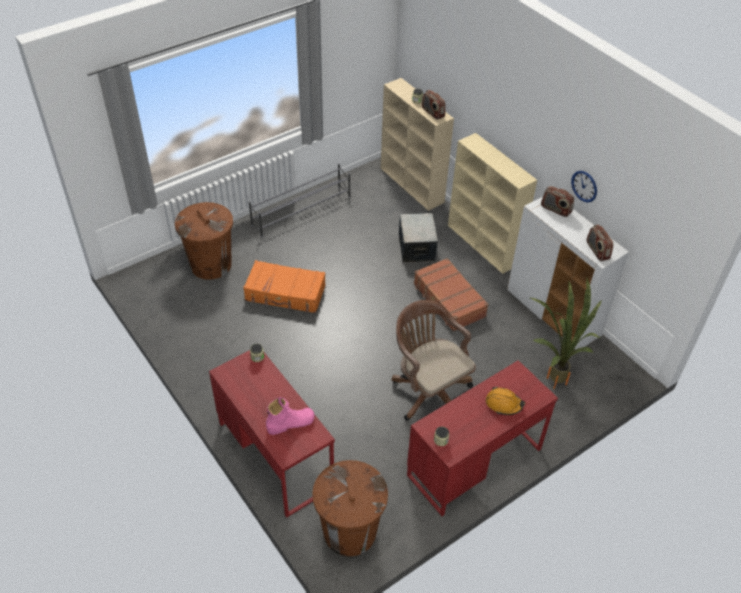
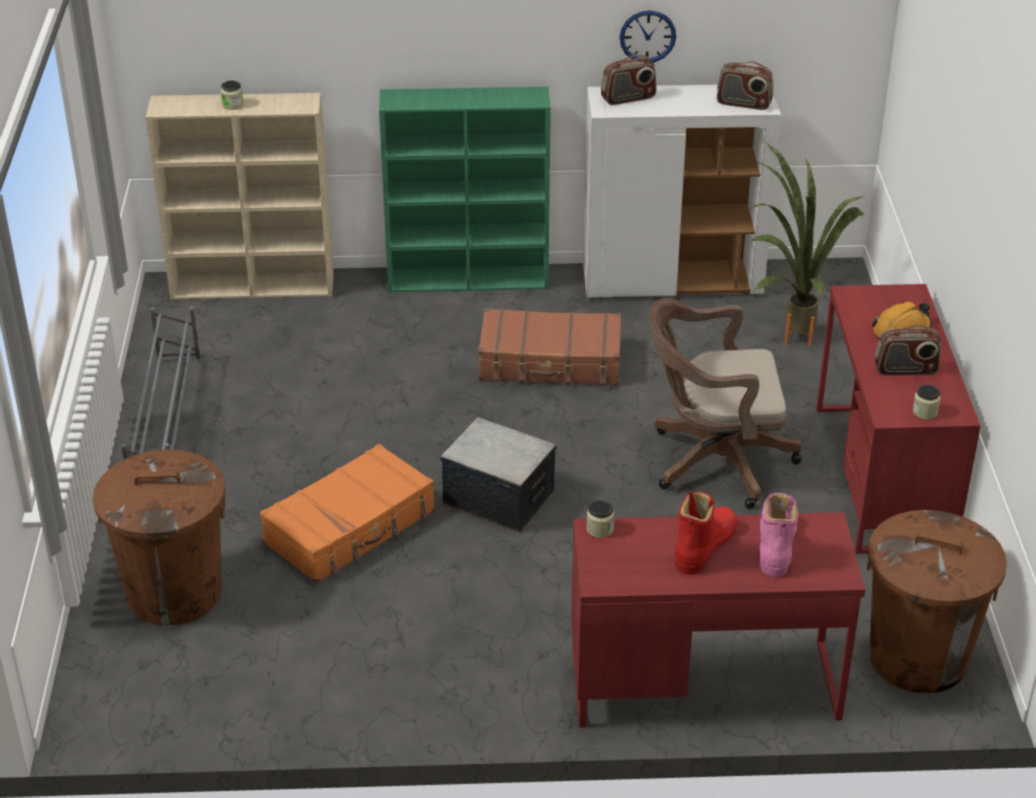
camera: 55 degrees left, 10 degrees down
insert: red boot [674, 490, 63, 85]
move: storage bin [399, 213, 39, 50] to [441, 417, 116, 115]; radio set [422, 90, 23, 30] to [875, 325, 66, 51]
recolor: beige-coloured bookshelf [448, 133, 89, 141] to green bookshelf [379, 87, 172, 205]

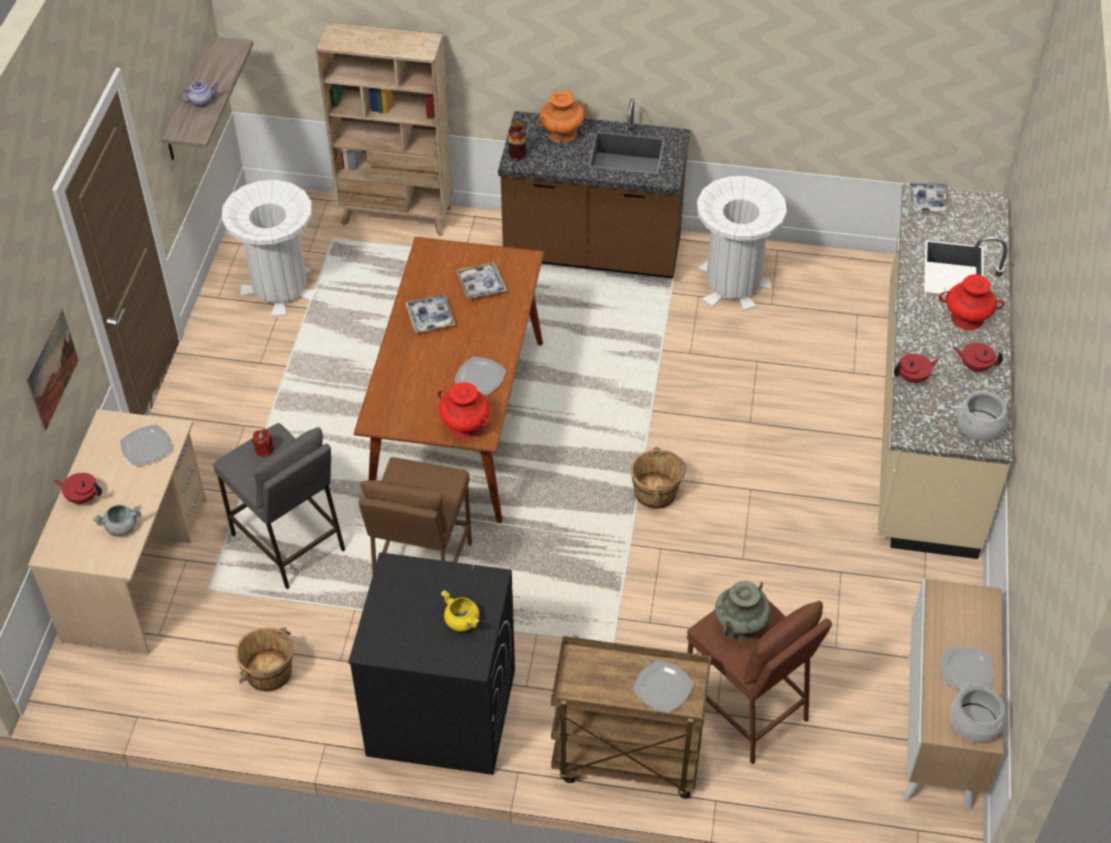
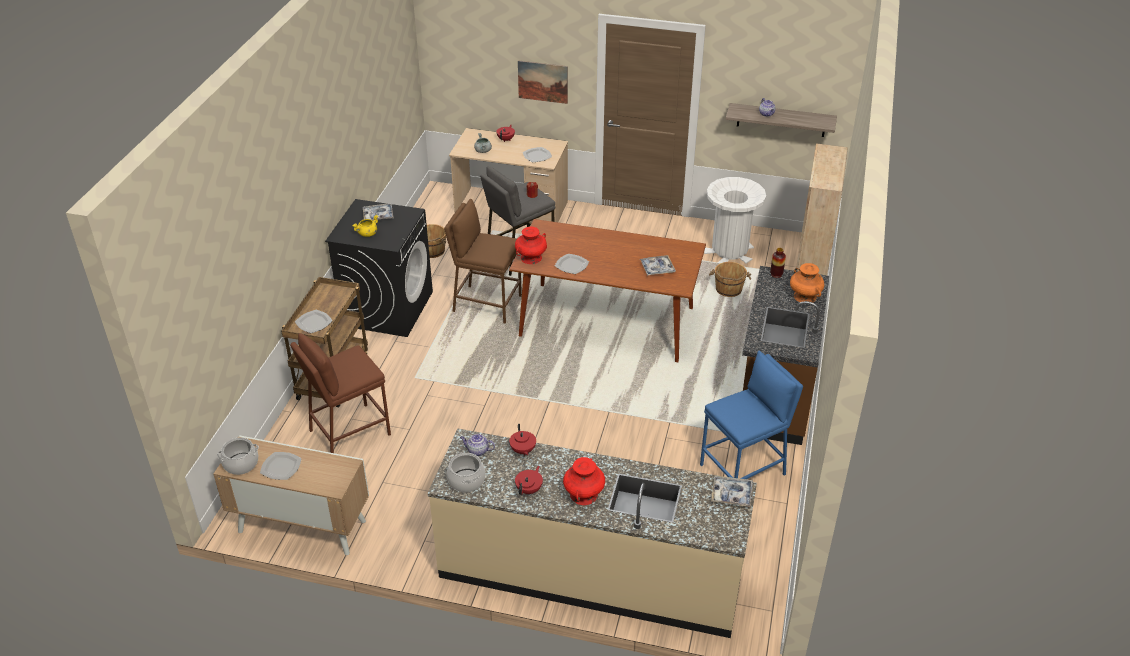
camera: 95 degrees right, 10 degrees down
delete: turquoise-coloured vase [715, 581, 56, 59]
insert: tea pot [460, 434, 35, 22]
move: tray [405, 294, 51, 39] to [363, 203, 30, 17]; brown-coloured pail [631, 447, 55, 62] to [709, 262, 42, 35]
replace: whitish rubbish bin [697, 176, 90, 135] to bluish stool [700, 351, 103, 128]

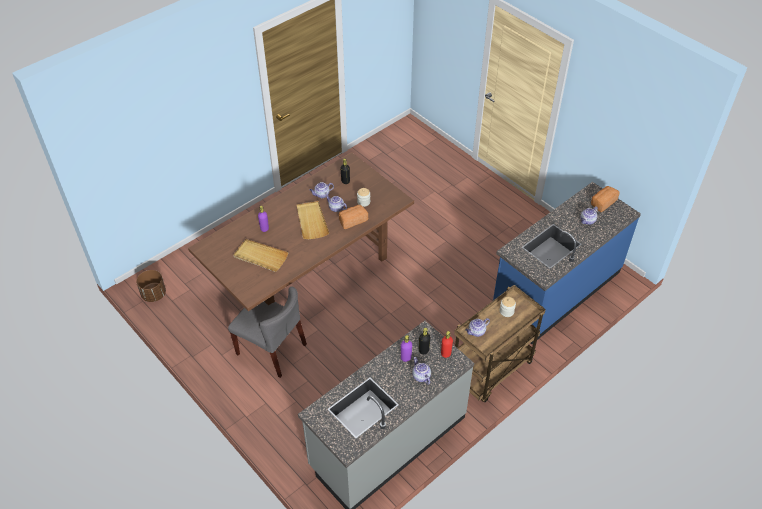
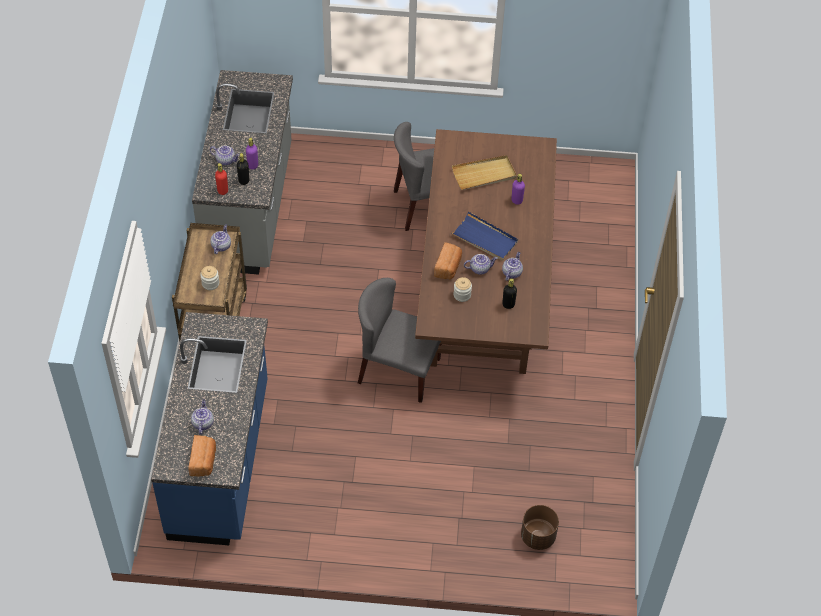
camera: 135 degrees right, 5 degrees up
insert: greyish upright chair [358, 278, 84, 125]
move: brown-coloured flower pot [136, 270, 30, 32] to [521, 505, 38, 45]
recolor: beige-coloured tray [296, 201, 33, 38] to bluish tray [451, 211, 67, 50]

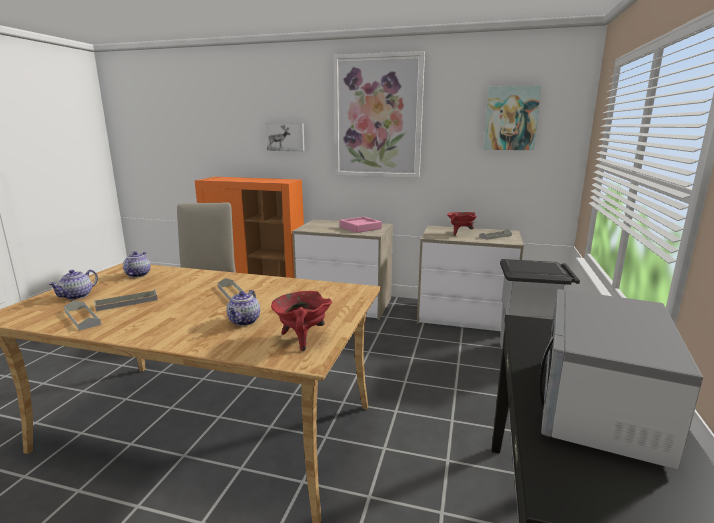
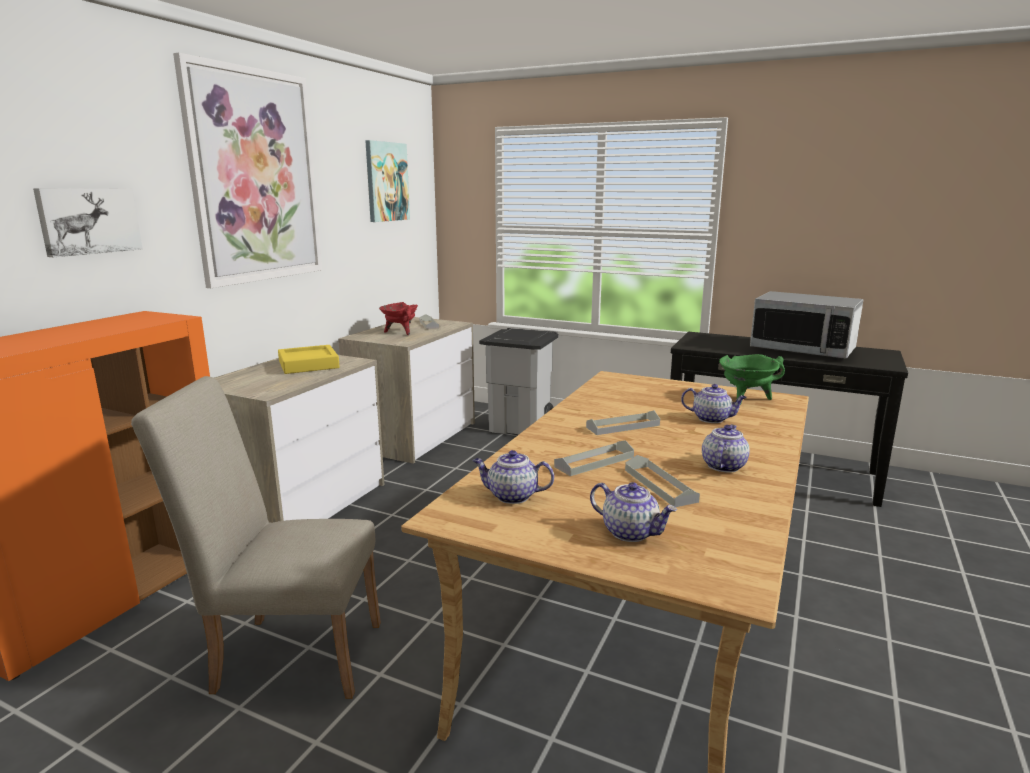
camera: 80 degrees left, 0 degrees up
insert: tea pot [702, 424, 48, 49]
move: greyish tray [64, 300, 37, 31] to [554, 440, 80, 36]
recolor: red stockpot [271, 291, 61, 61] to green stockpot [719, 354, 66, 51]; pink-coloured tray [339, 217, 43, 16] to yellow-coloured tray [278, 345, 62, 29]

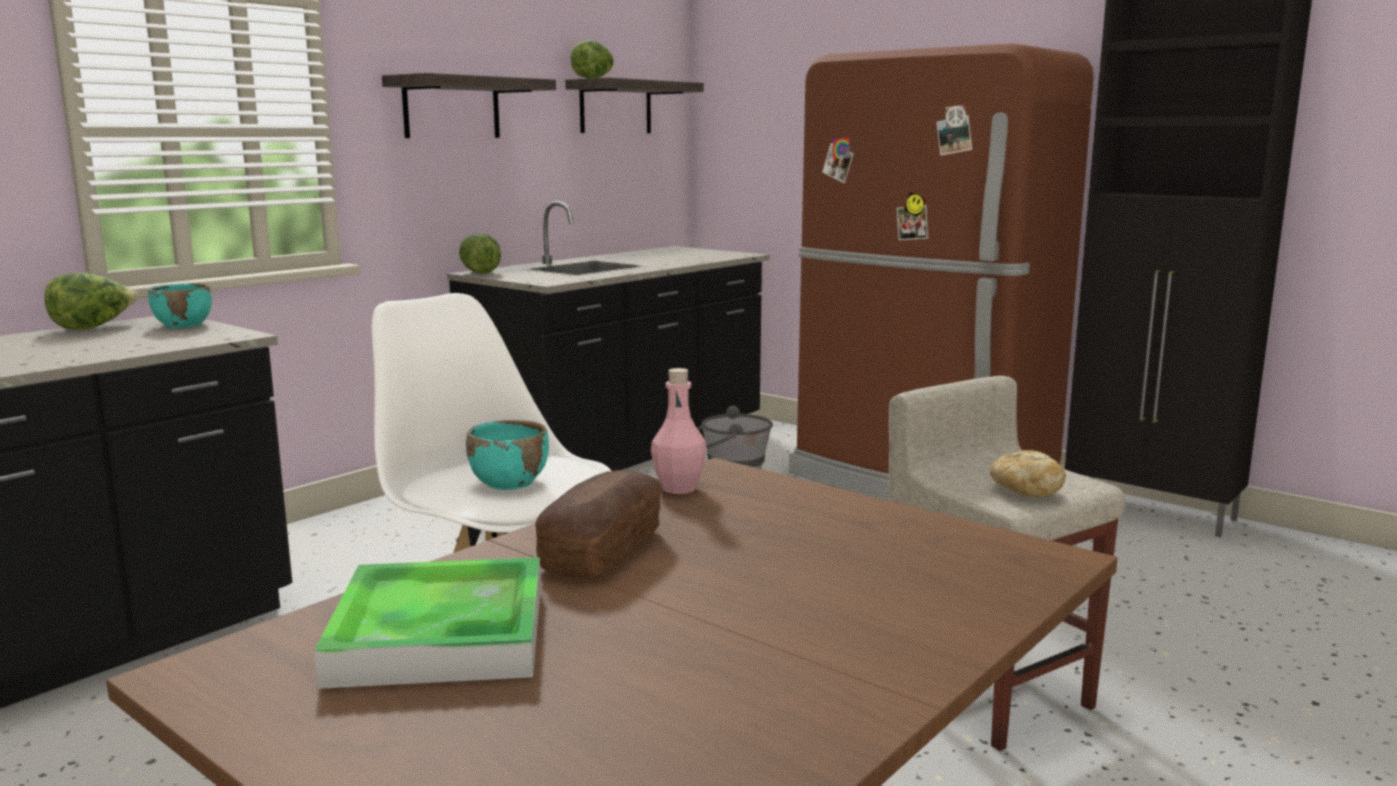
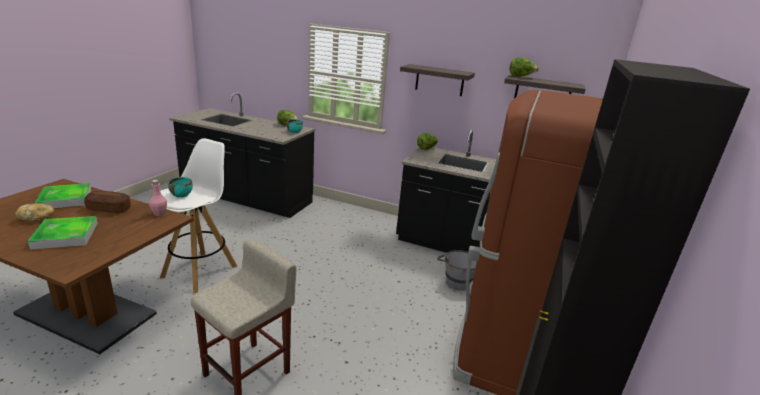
camera: 70 degrees right, 10 degrees up
insert: tray [28, 216, 70, 34]
move: bread [989, 450, 77, 47] to [16, 203, 38, 18]

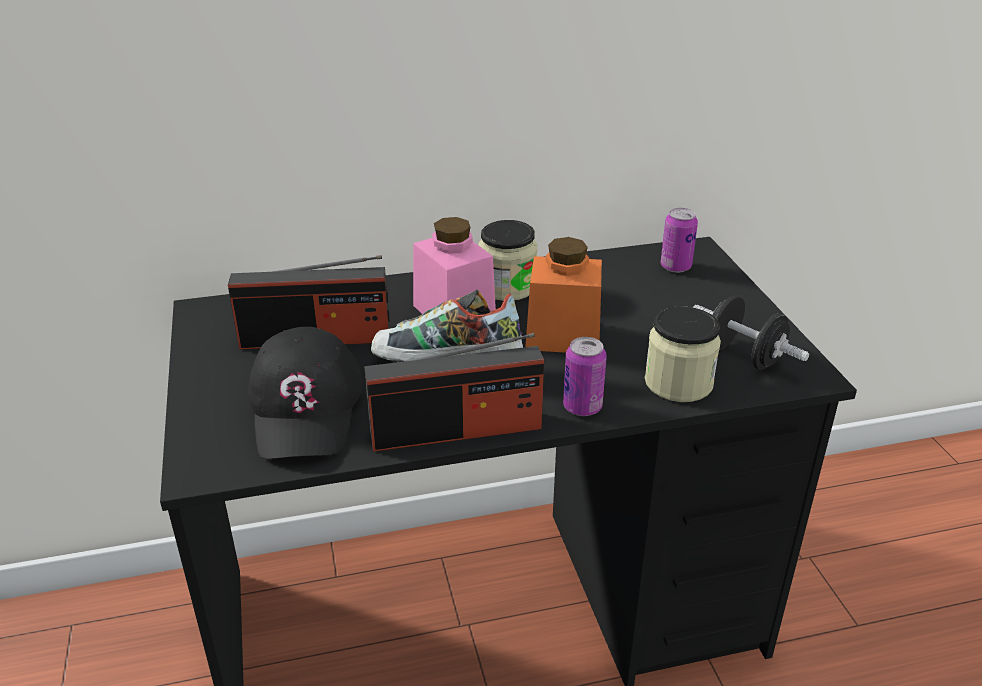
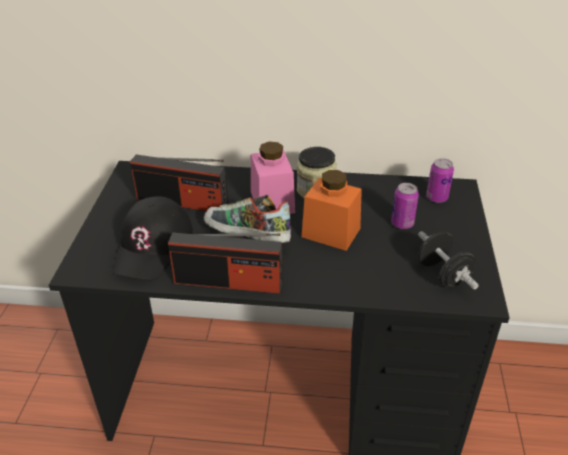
camera: 20 degrees right, 5 degrees up
delete: jar [645, 307, 76, 95]
move: can [563, 337, 44, 79] to [391, 183, 28, 46]

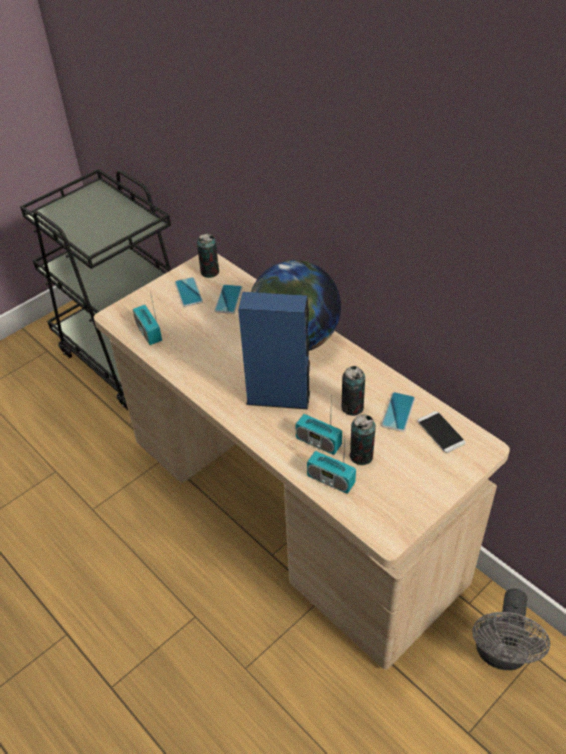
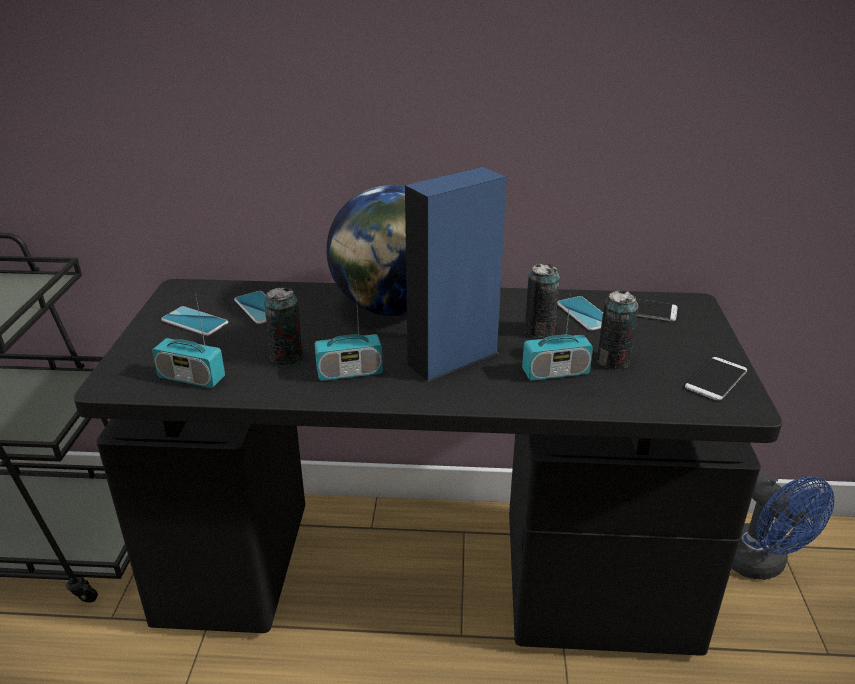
camera: 45 degrees left, 15 degrees down
insert: telephone [685, 357, 62, 44]
move: can [197, 234, 22, 44] to [264, 288, 39, 77]; radio set [307, 438, 49, 56] to [315, 289, 68, 92]
recolor: beige-coloured desk [94, 254, 416, 416] to black desk [74, 279, 708, 377]; greyish cooling fan [472, 589, 78, 81] to bluish cooling fan [731, 471, 103, 109]

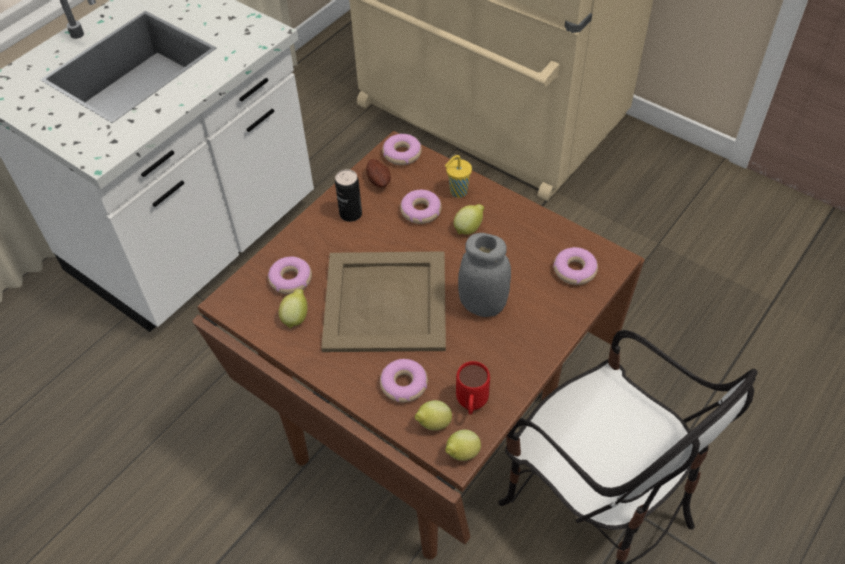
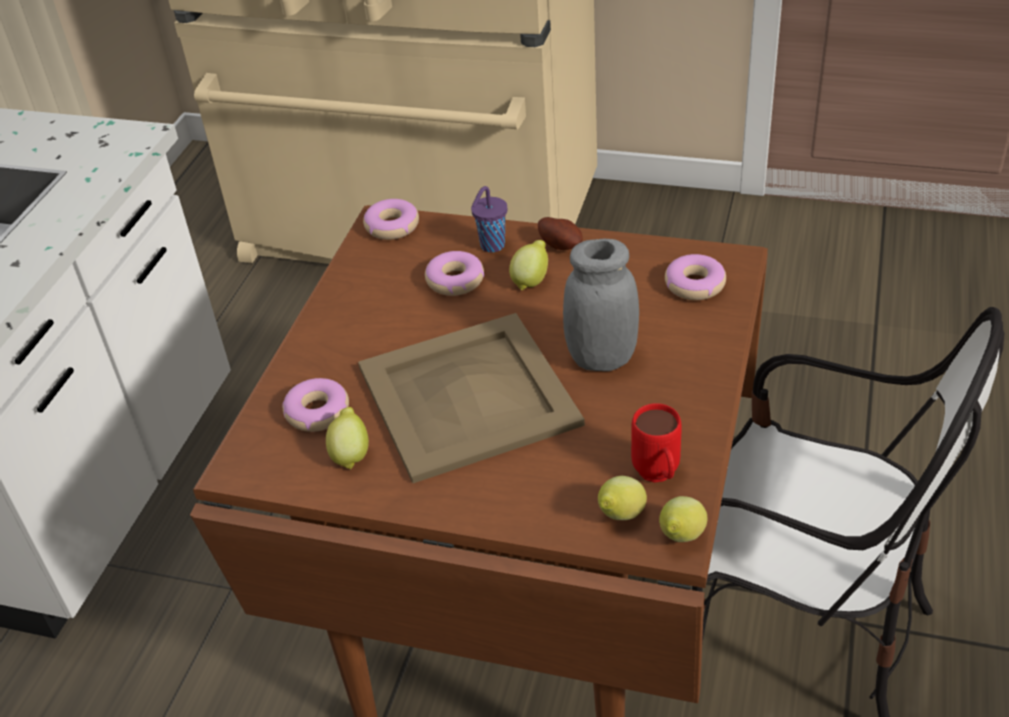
camera: 20 degrees left, 10 degrees down
delete: can [335, 169, 27, 53]; ring doughnut [380, 359, 48, 44]
move: potato [366, 159, 25, 29] to [538, 217, 45, 33]
recolor: yellow-coloured small cup [445, 155, 27, 43] to purple small cup [471, 186, 36, 66]

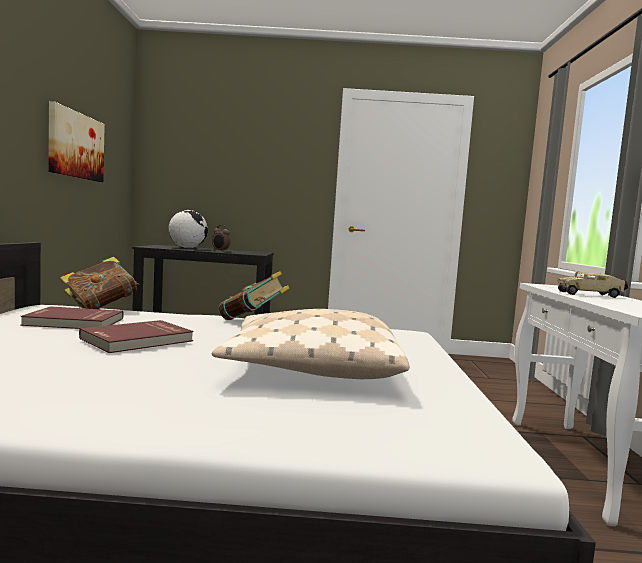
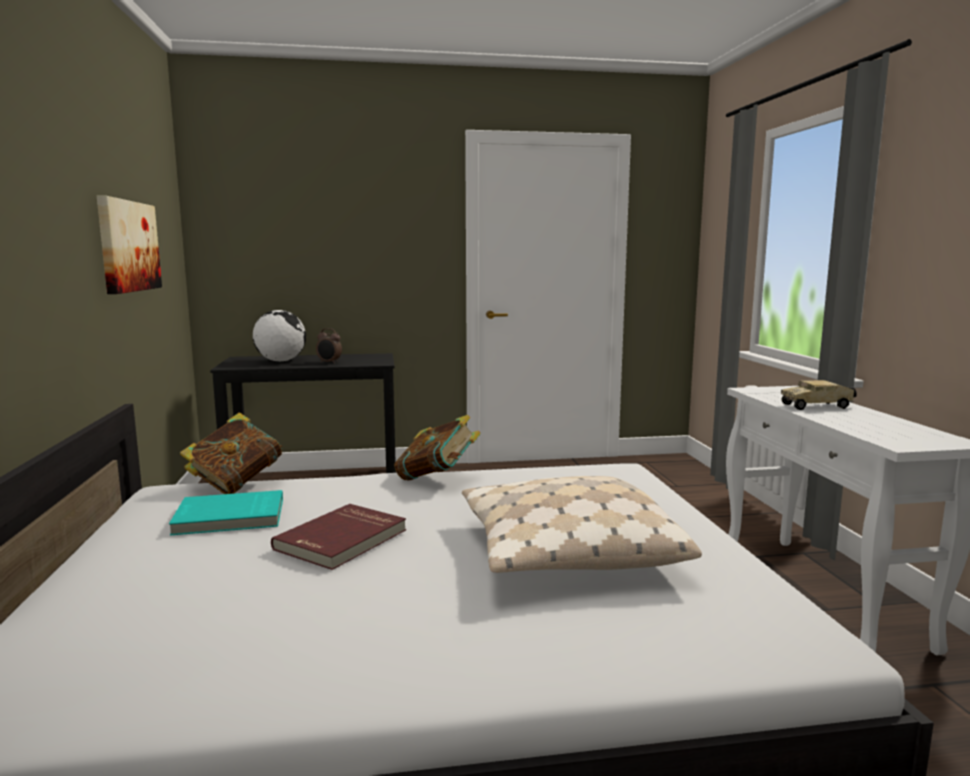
camera: 10 degrees left, 5 degrees up
recolor: red book [20, 306, 104, 23] to turquoise-coloured book [169, 490, 114, 45]

